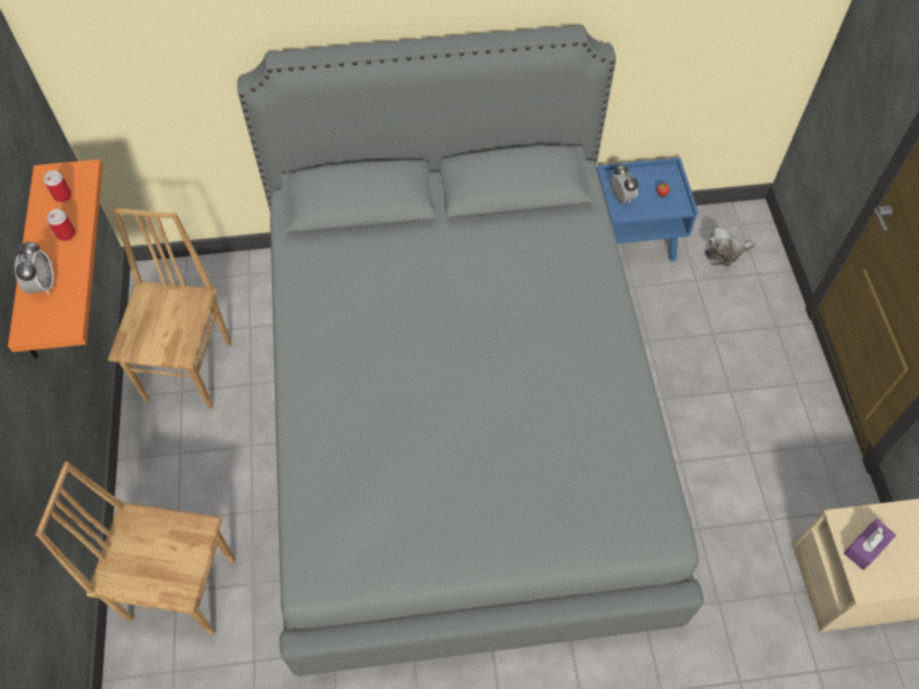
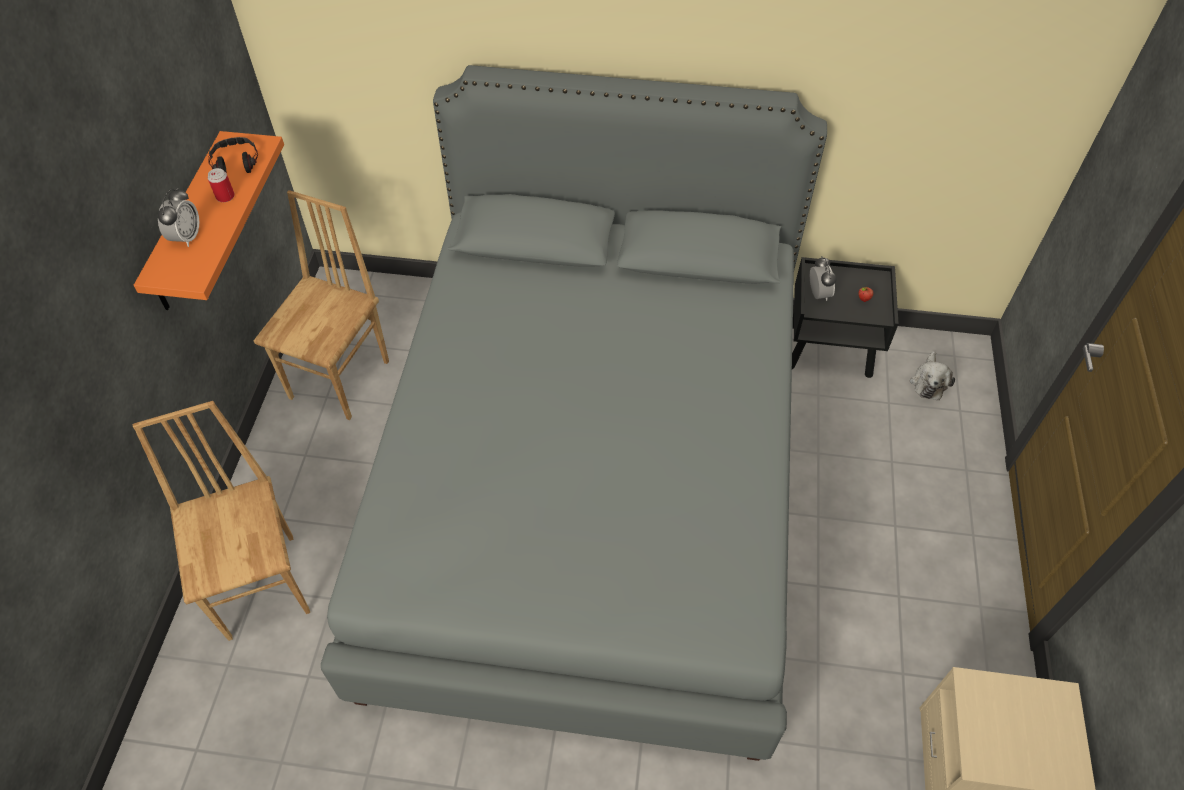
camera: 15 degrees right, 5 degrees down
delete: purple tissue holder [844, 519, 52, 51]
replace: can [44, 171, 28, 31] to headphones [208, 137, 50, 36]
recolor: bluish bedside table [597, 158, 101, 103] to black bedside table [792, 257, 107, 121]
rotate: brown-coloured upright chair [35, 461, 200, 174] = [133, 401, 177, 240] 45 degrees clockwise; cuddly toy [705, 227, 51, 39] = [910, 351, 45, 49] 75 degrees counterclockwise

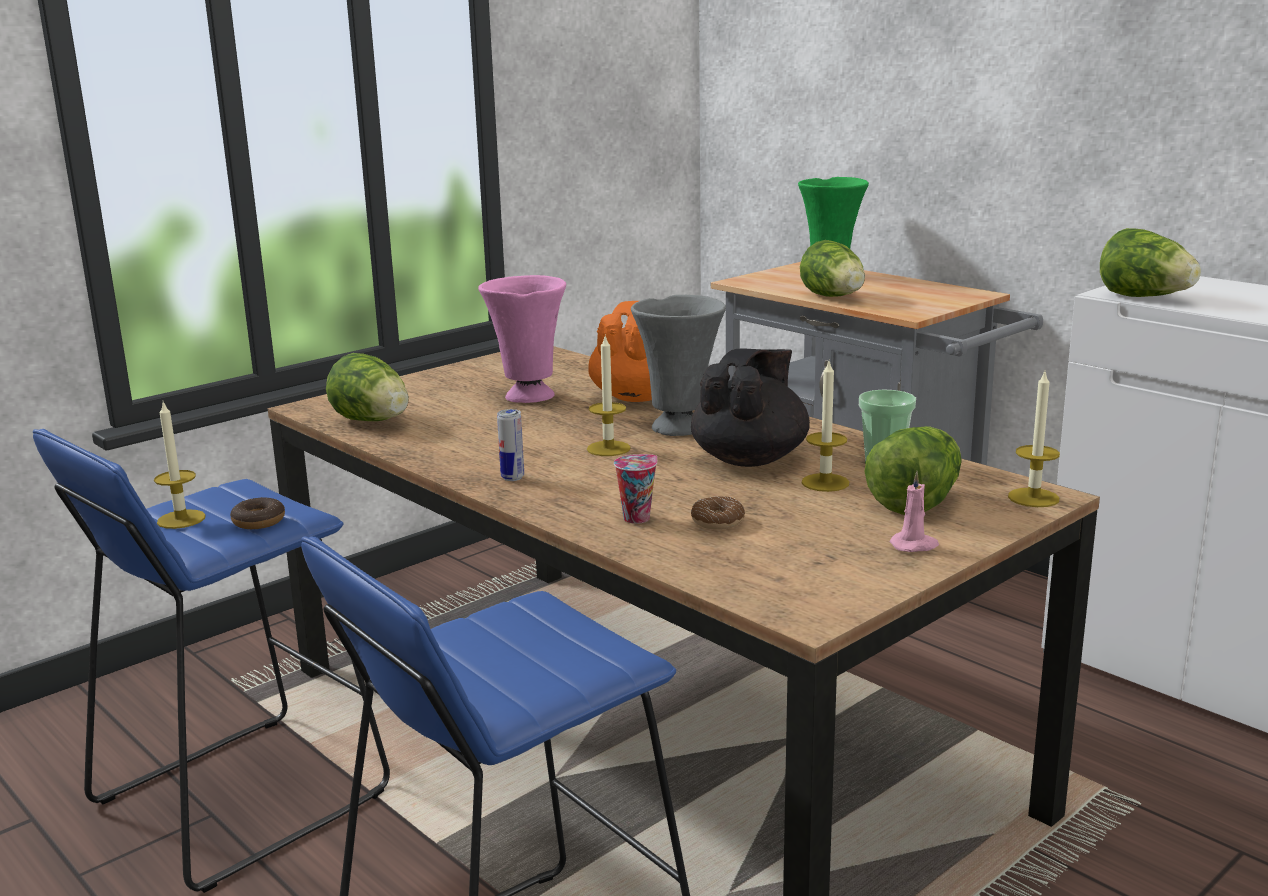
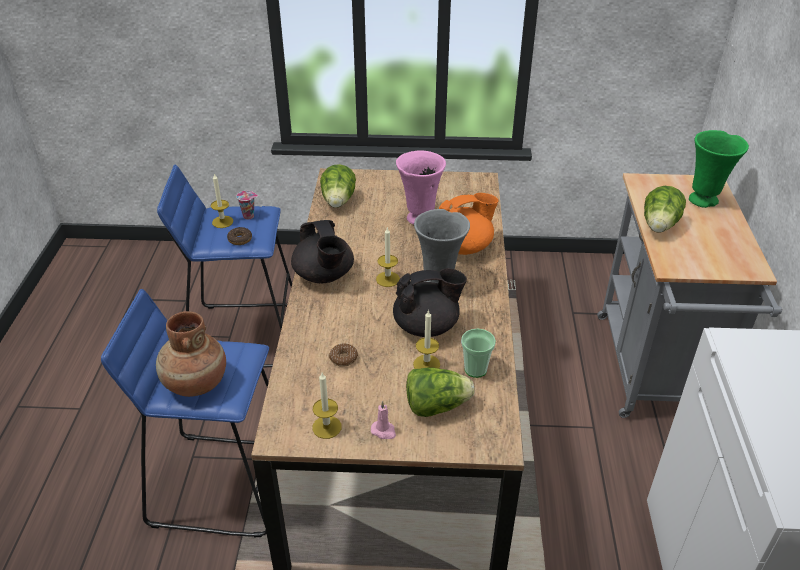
camera: 45 degrees right, 20 degrees up
delete: head of lettuce [1100, 228, 101, 69]
insert: brown-coloured vase [156, 311, 70, 86]
move: small cup [614, 454, 43, 70] to [237, 191, 21, 29]; wax light [1008, 369, 52, 138] to [312, 373, 29, 66]
replace: can [497, 409, 27, 72] to black tea pot [291, 220, 63, 63]

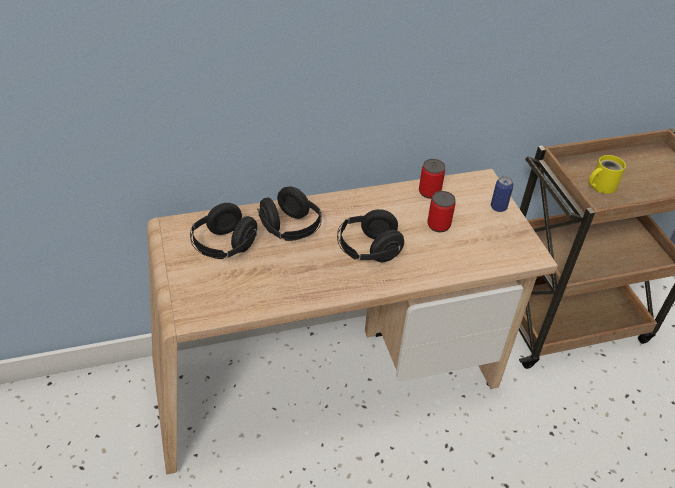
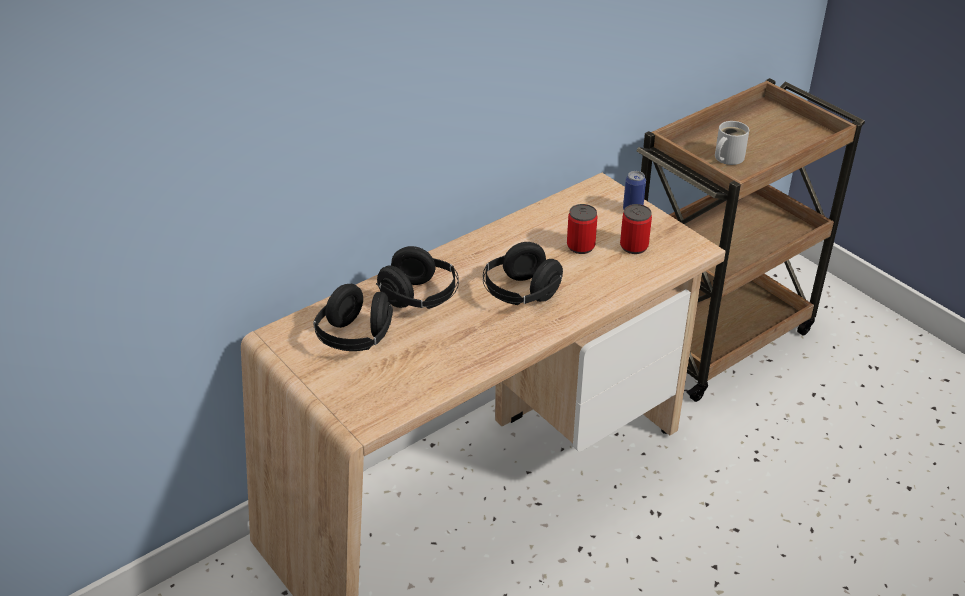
camera: 20 degrees left, 5 degrees down
move: can [419, 159, 26, 40] to [620, 204, 32, 50]
recolor: yellow-coloured mug [589, 155, 37, 39] to whitish mug [715, 121, 34, 44]

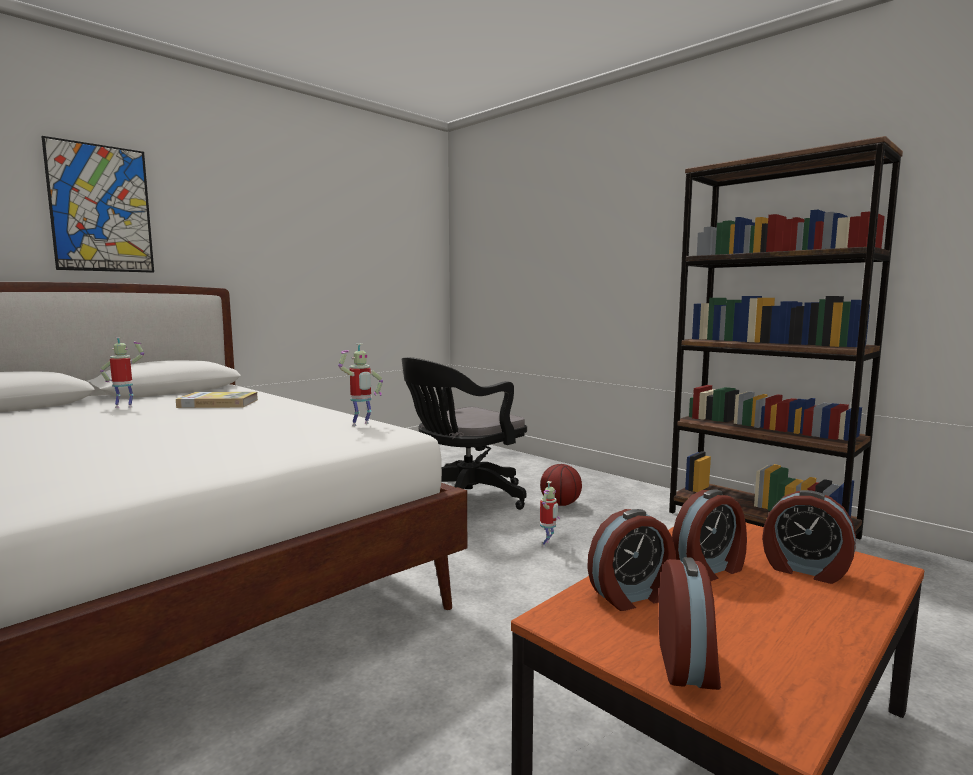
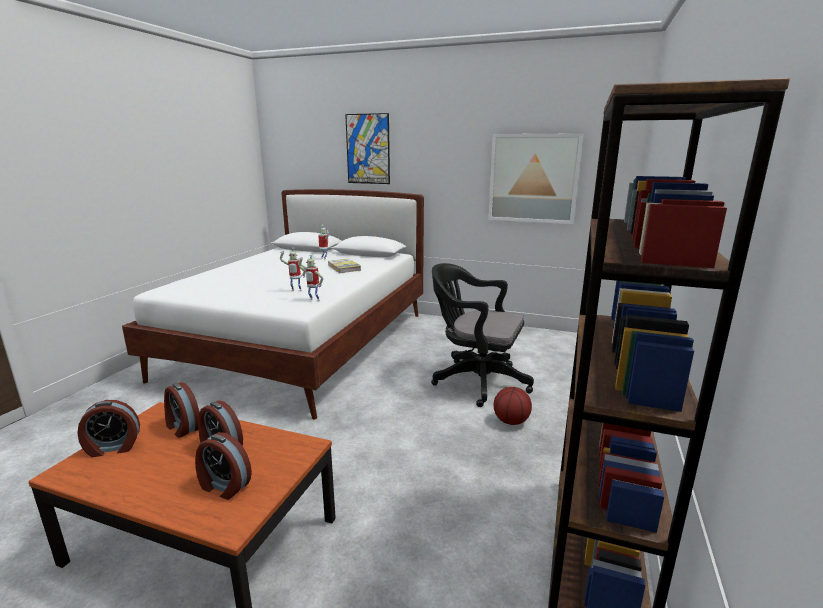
camera: 65 degrees right, 10 degrees up
insert: wall art [488, 133, 95, 91]
move: toy robot [540, 481, 20, 66] to [280, 248, 26, 43]
rotate: alarm clock [762, 490, 94, 94] = [195, 432, 57, 68] 75 degrees counterclockwise

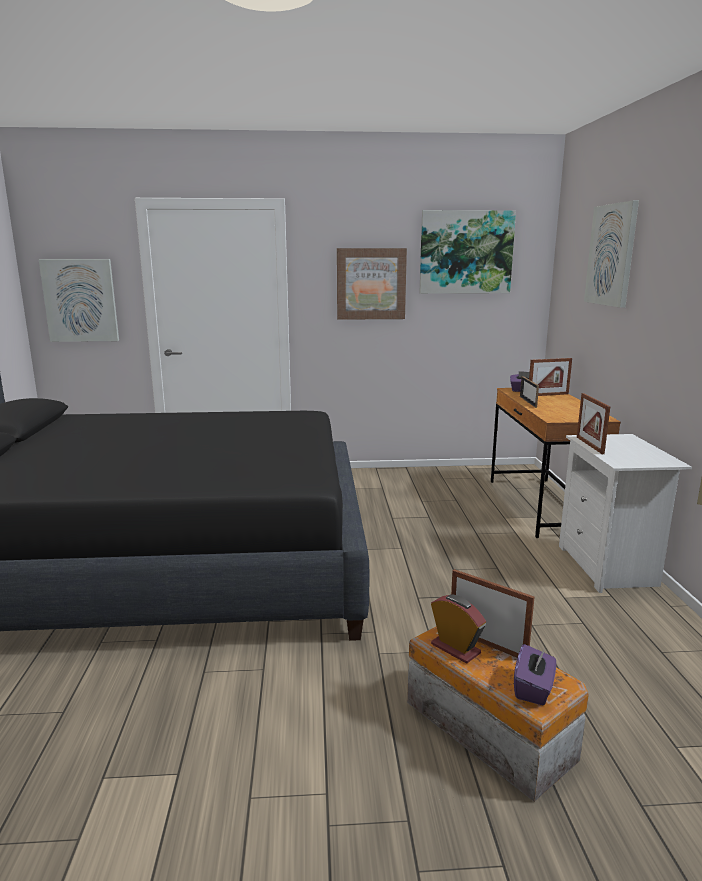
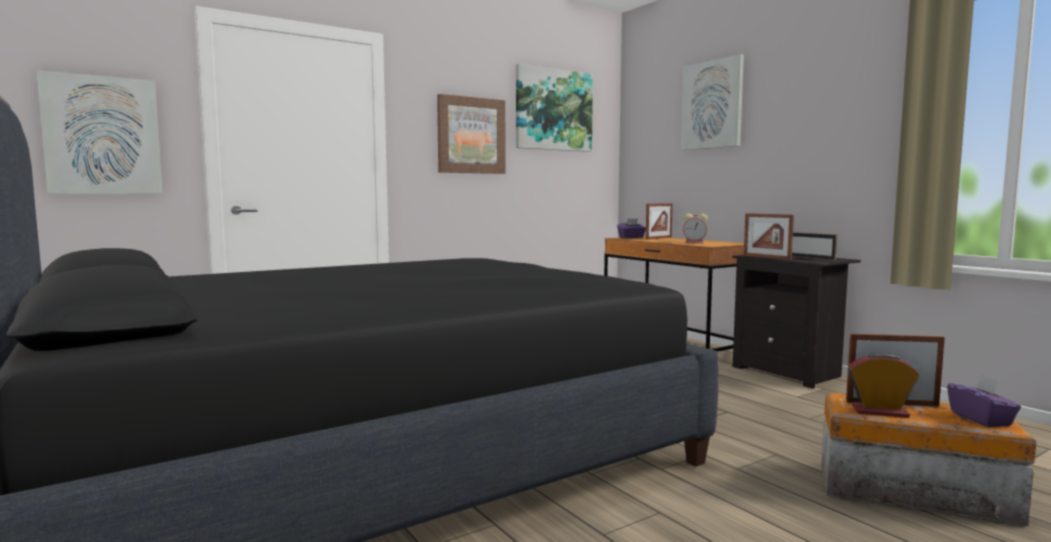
camera: 30 degrees left, 10 degrees down
insert: alarm clock [683, 213, 25, 31]
move: photo frame [520, 376, 19, 32] to [792, 232, 45, 29]
recolor: whitish bedside table [559, 434, 133, 159] to black bedside table [732, 255, 129, 134]

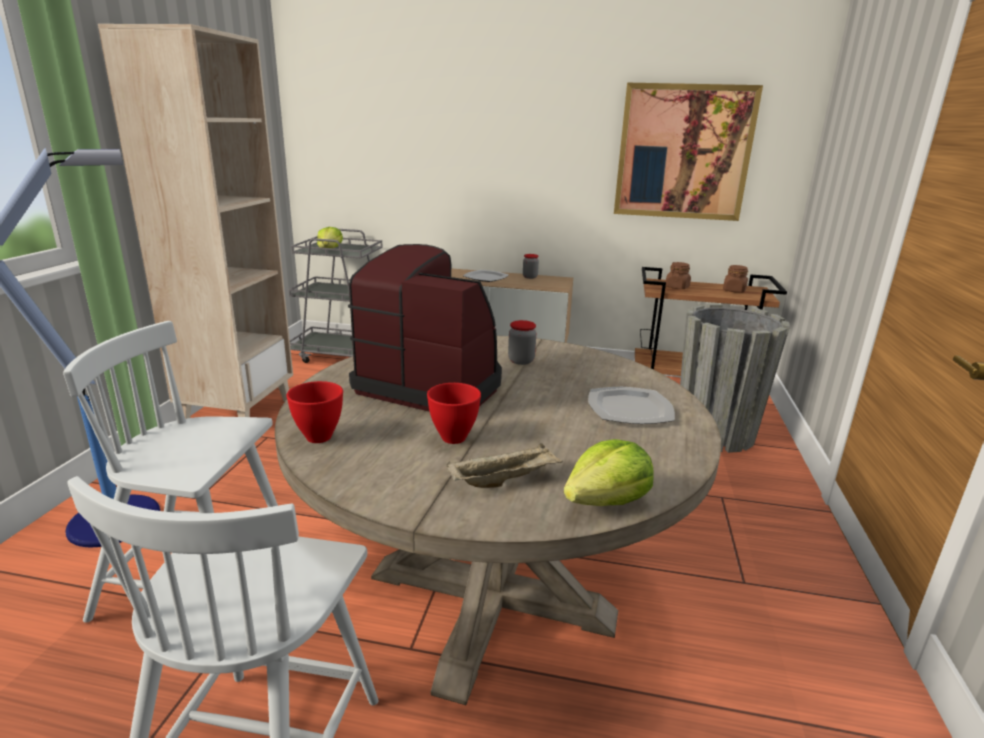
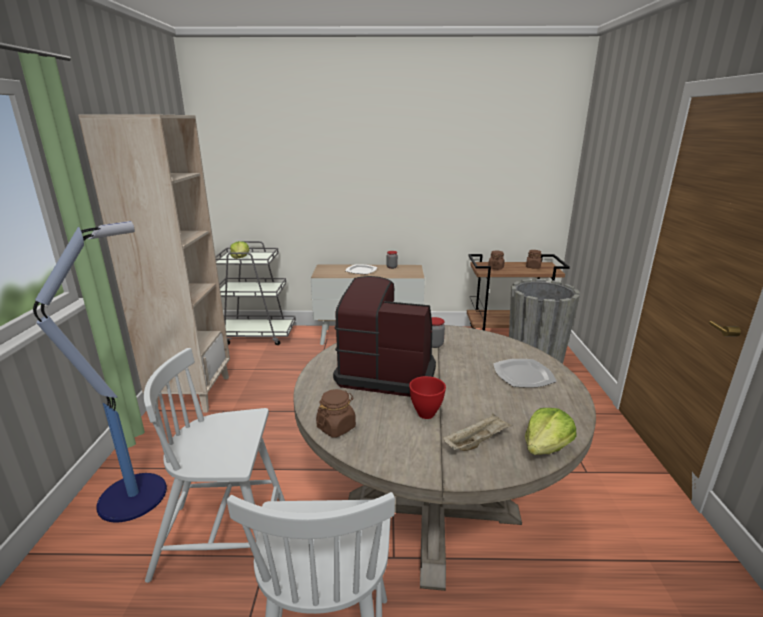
camera: 10 degrees left, 0 degrees up
delete: wall art [614, 83, 149, 138]
replace: red deep dish [286, 381, 57, 62] to brown-coloured jar [316, 389, 40, 49]

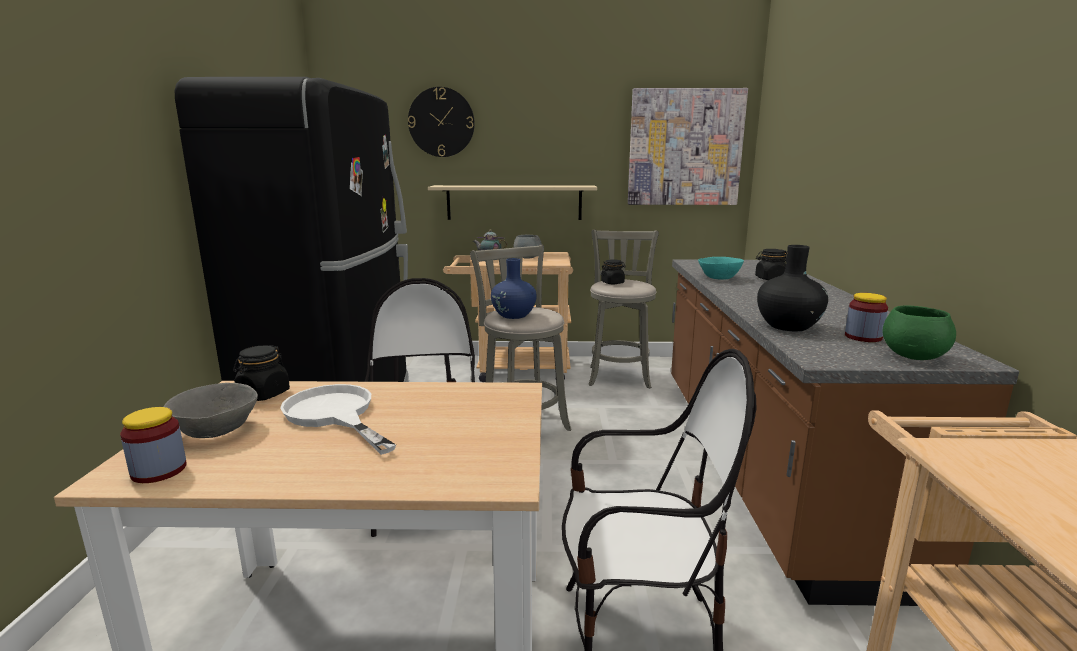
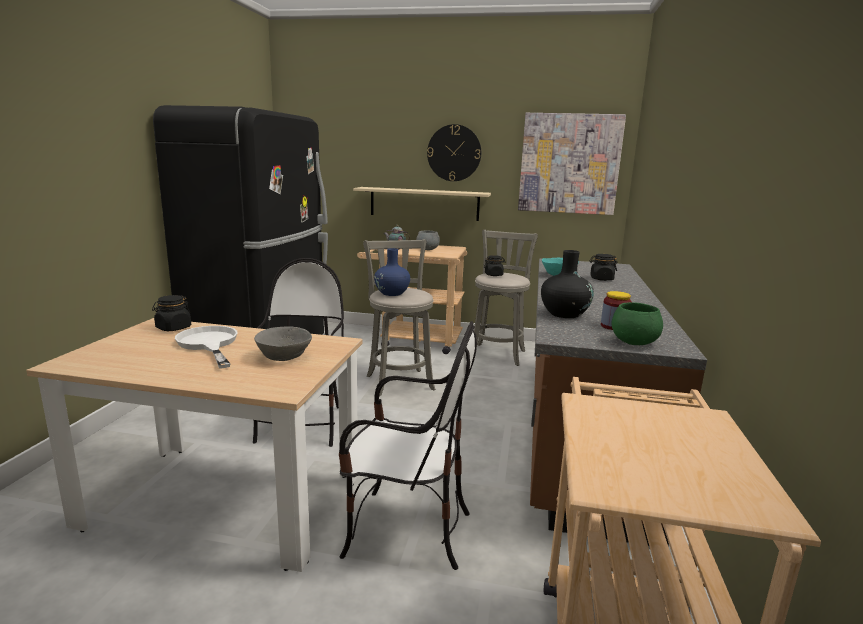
camera: 10 degrees right, 0 degrees up
delete: jar [120, 407, 67, 76]
move: greyish deep dish [163, 383, 95, 55] to [254, 326, 58, 35]; wall clock [408, 87, 67, 70] to [427, 124, 54, 57]

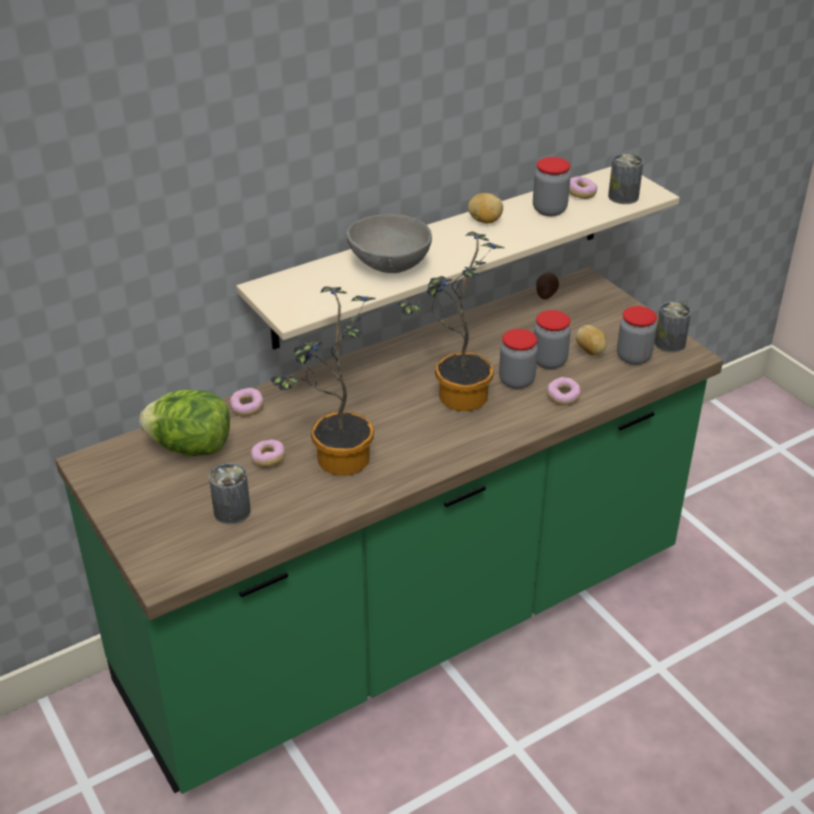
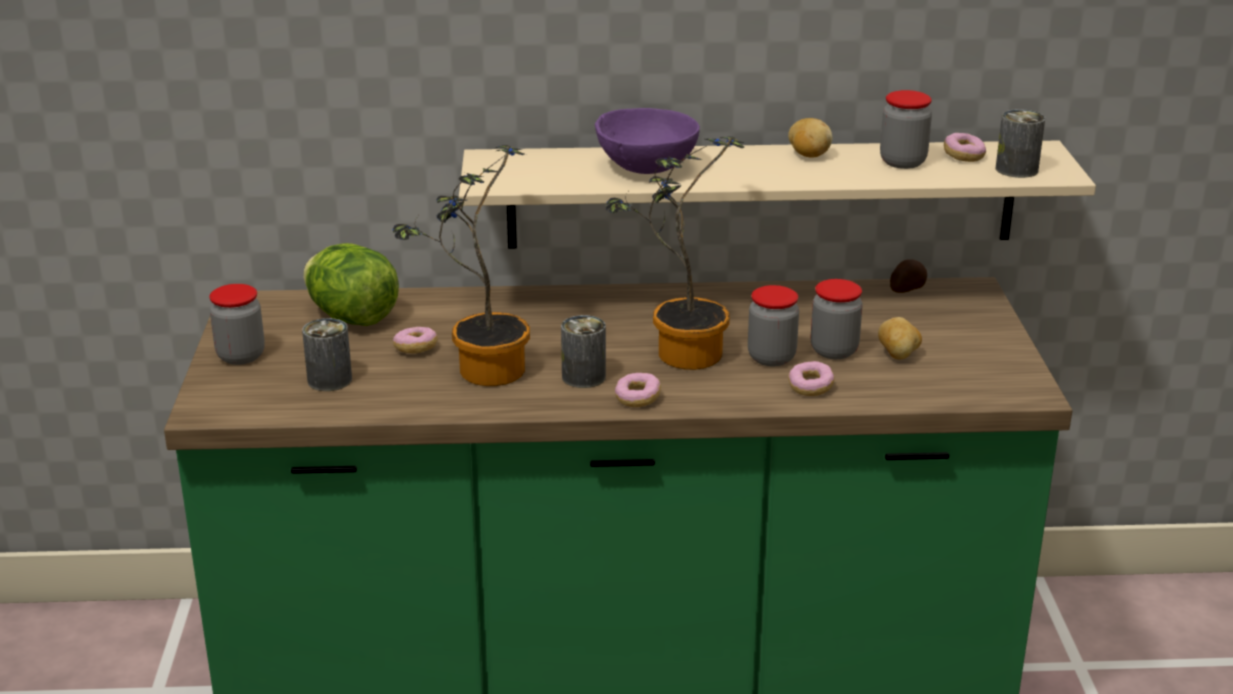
camera: 30 degrees right, 10 degrees down
move: ring doughnut [230, 388, 34, 28] to [615, 373, 46, 34]; jar [617, 306, 40, 59] to [209, 284, 56, 81]; can [655, 301, 36, 52] to [561, 315, 45, 73]
recolor: greyish deep dish [346, 214, 86, 59] to purple deep dish [595, 108, 105, 66]

